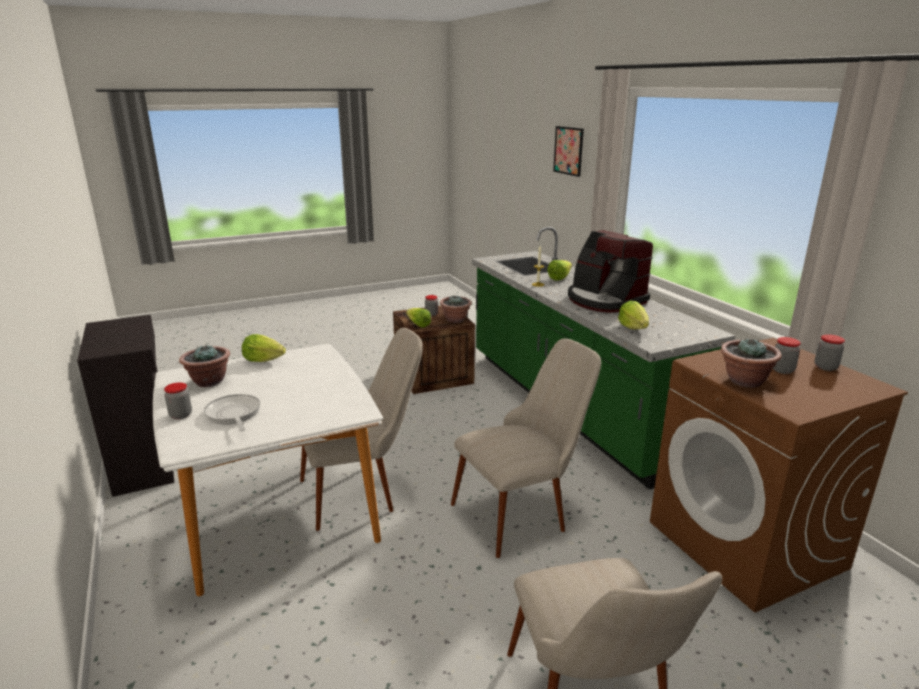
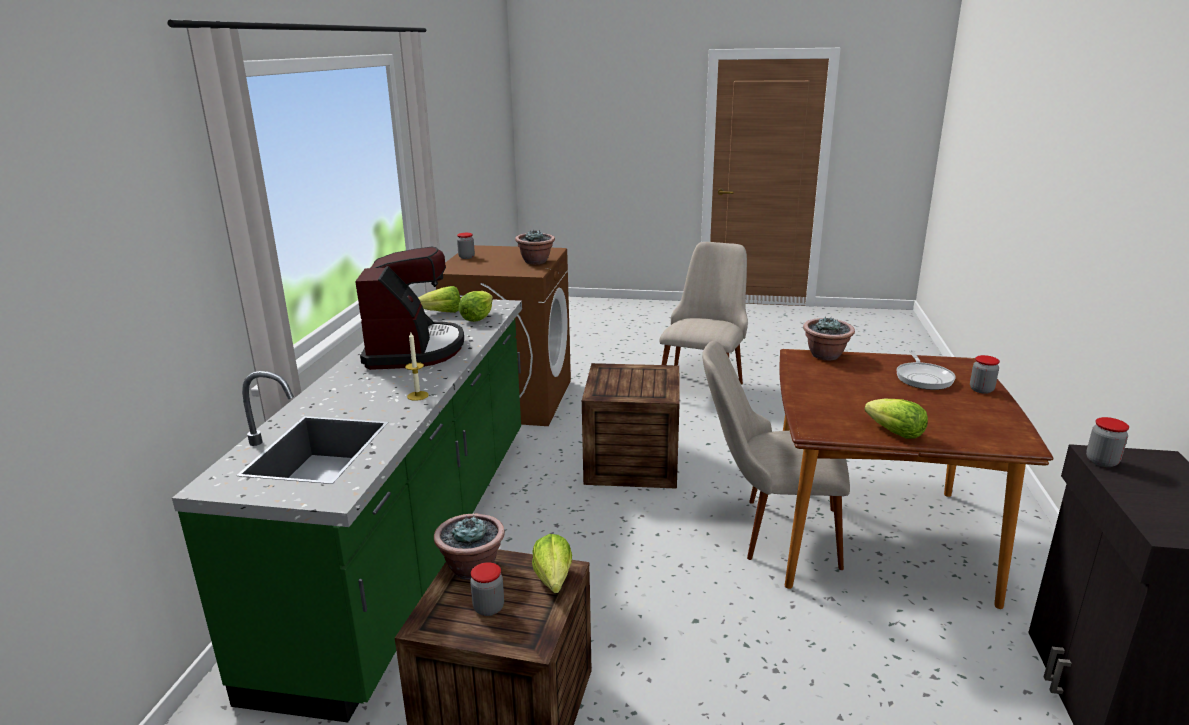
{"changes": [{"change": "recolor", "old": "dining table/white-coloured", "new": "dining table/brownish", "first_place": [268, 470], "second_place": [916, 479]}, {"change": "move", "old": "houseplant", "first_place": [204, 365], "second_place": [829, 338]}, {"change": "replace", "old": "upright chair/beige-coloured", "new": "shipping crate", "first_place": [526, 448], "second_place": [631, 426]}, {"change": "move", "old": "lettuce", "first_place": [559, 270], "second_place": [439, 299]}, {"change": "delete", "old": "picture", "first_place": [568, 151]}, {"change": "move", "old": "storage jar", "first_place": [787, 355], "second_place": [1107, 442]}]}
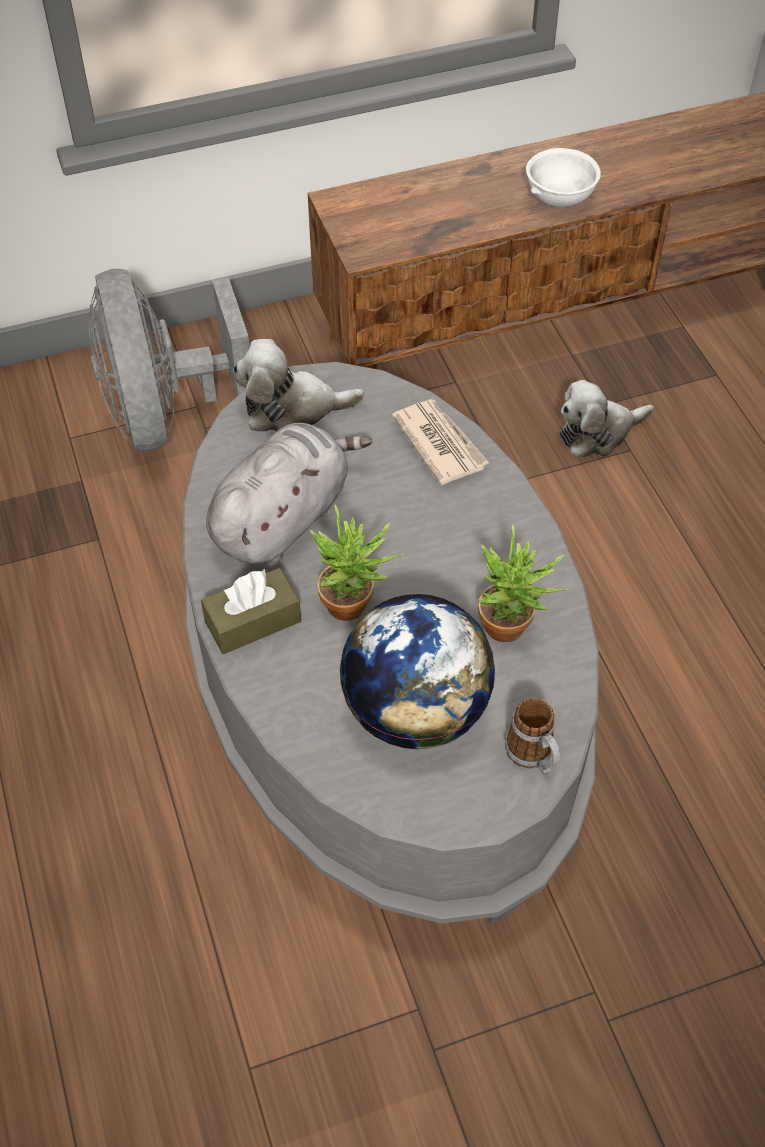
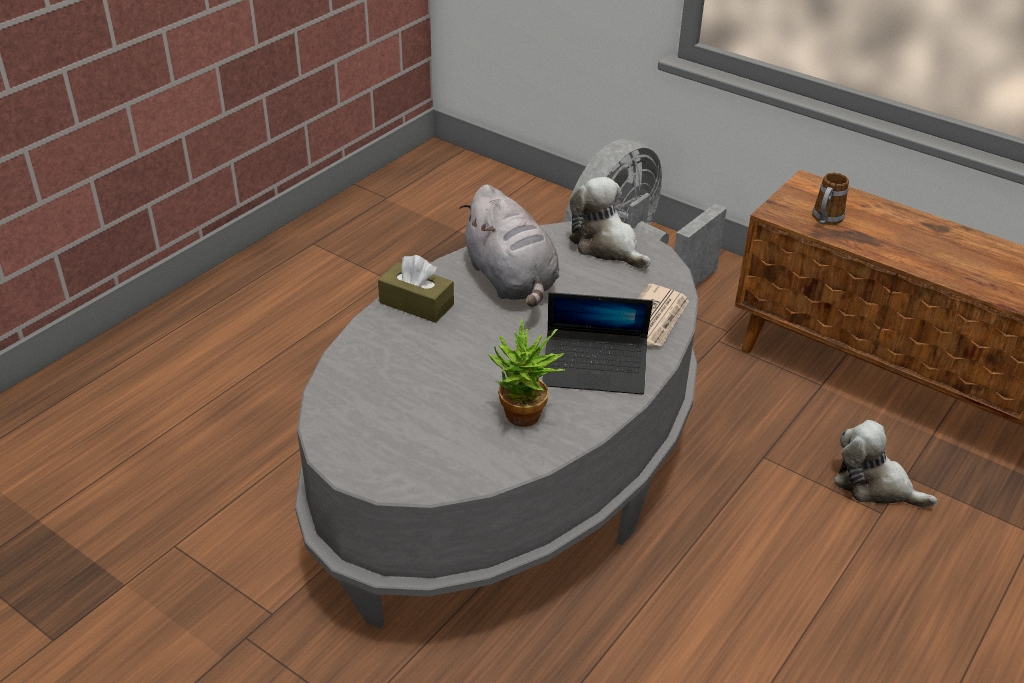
{"changes": [{"change": "rotate", "old": "soft toy/greyish", "first_place": [289, 494], "second_place": [509, 245], "degrees": 60}, {"change": "delete", "old": "houseplant", "first_place": [356, 562]}, {"change": "delete", "old": "desk globe", "first_place": [417, 671]}, {"change": "move", "old": "coffee mug", "first_place": [532, 736], "second_place": [830, 199]}, {"change": "delete", "old": "bowl/white-coloured", "first_place": [563, 177]}, {"change": "insert", "new": "portable computer", "second_place": [597, 343]}]}
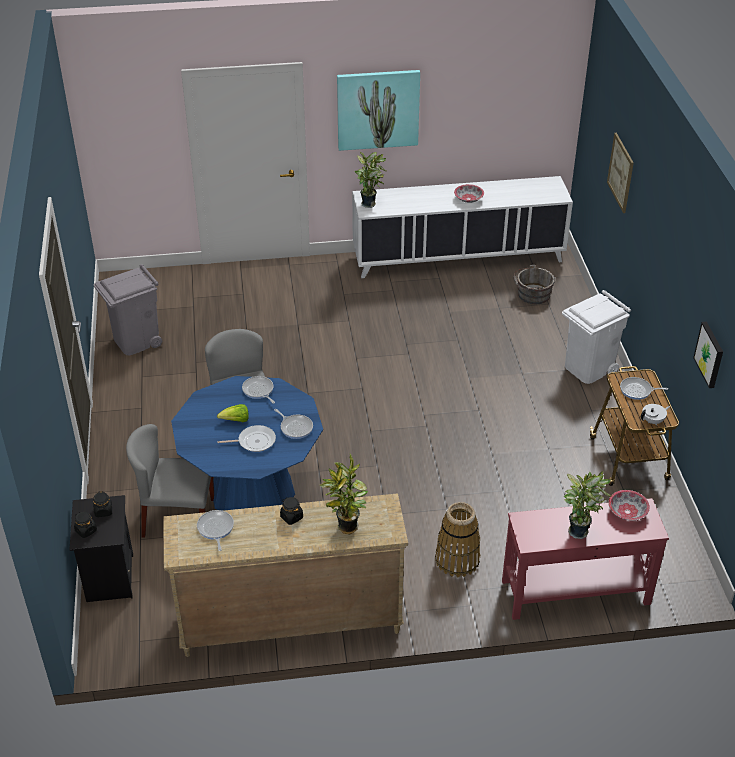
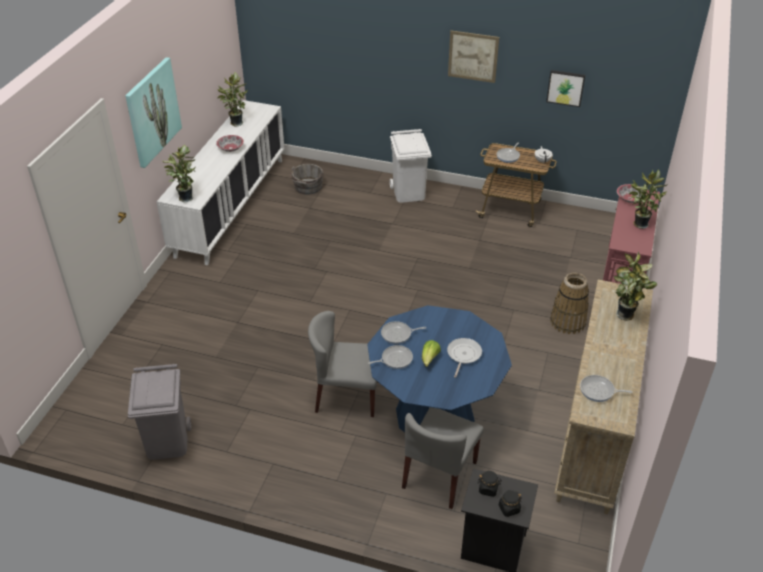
{"changes": [{"change": "move", "old": "frying pan", "first_place": [293, 424], "second_place": [390, 357]}, {"change": "delete", "old": "storage jar/black", "first_place": [291, 511]}, {"change": "move", "old": "picture", "first_place": [620, 173], "second_place": [473, 56]}, {"change": "insert", "new": "houseplant", "second_place": [232, 99]}]}
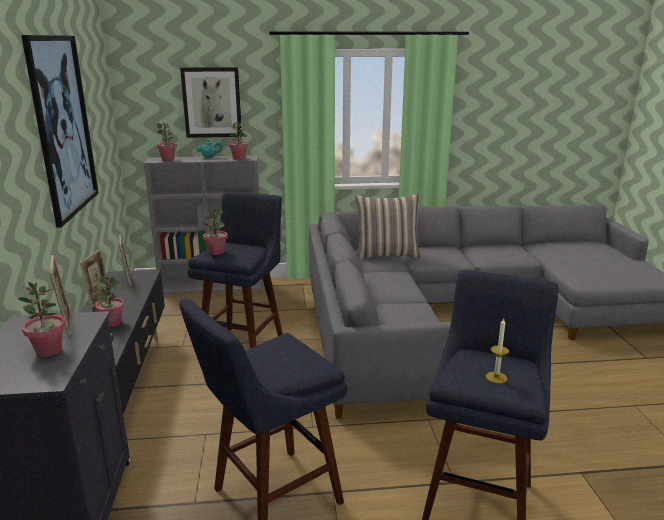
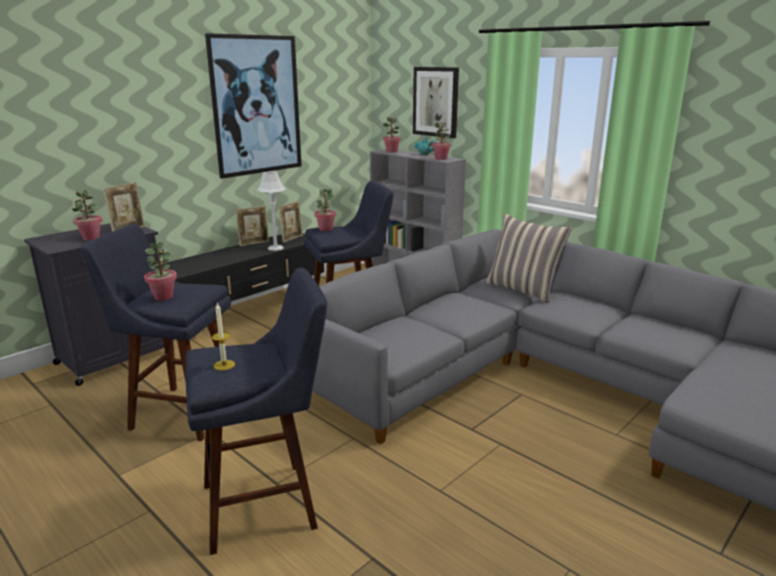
{"changes": [{"change": "move", "old": "houseplant", "first_place": [110, 300], "second_place": [160, 271]}, {"change": "insert", "new": "tabletop lamp/greyish", "second_place": [271, 211]}]}
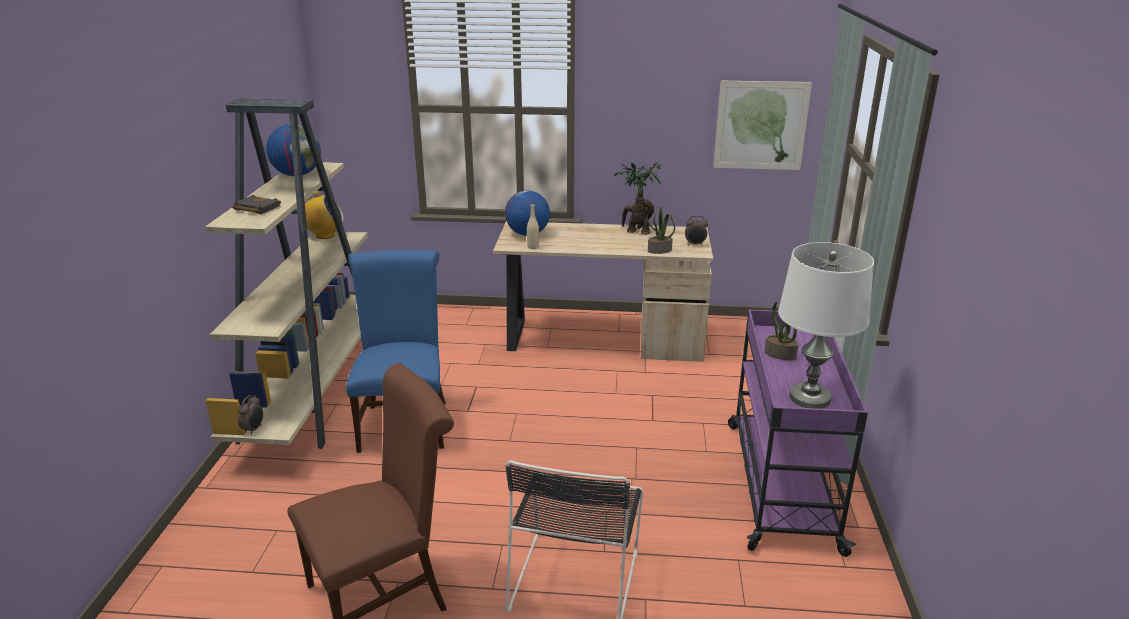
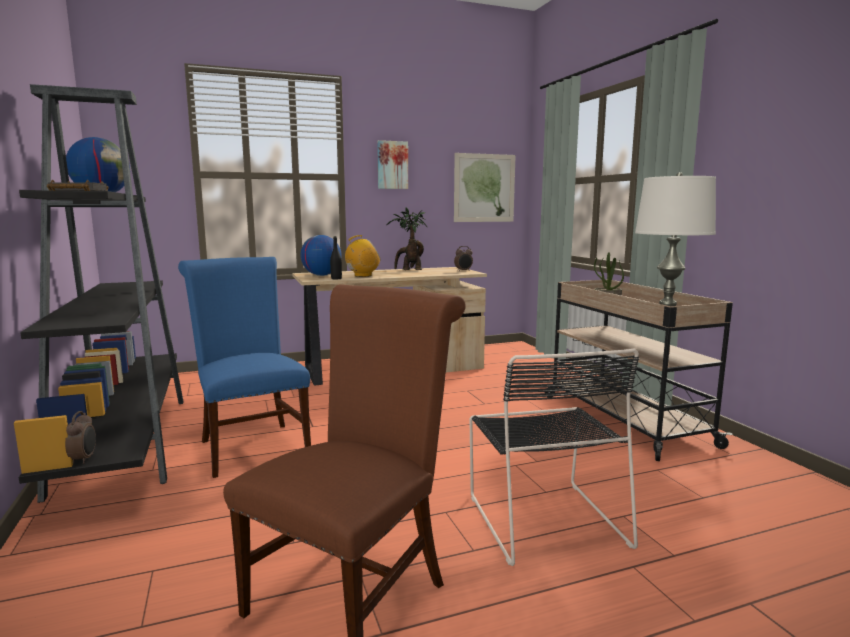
{"changes": [{"change": "recolor", "old": "shelving unit/beige-coloured", "new": "shelving unit/black", "first_place": [286, 273], "second_place": [99, 293]}, {"change": "move", "old": "radio receiver", "first_place": [324, 215], "second_place": [363, 256]}, {"change": "recolor", "old": "drink bottle/beige-coloured", "new": "drink bottle/black", "first_place": [533, 226], "second_place": [336, 257]}, {"change": "delete", "old": "houseplant", "first_place": [661, 230]}, {"change": "recolor", "old": "cart/purple-coloured", "new": "cart/beige-coloured", "first_place": [798, 433], "second_place": [638, 370]}, {"change": "insert", "new": "picture", "second_place": [392, 164]}]}
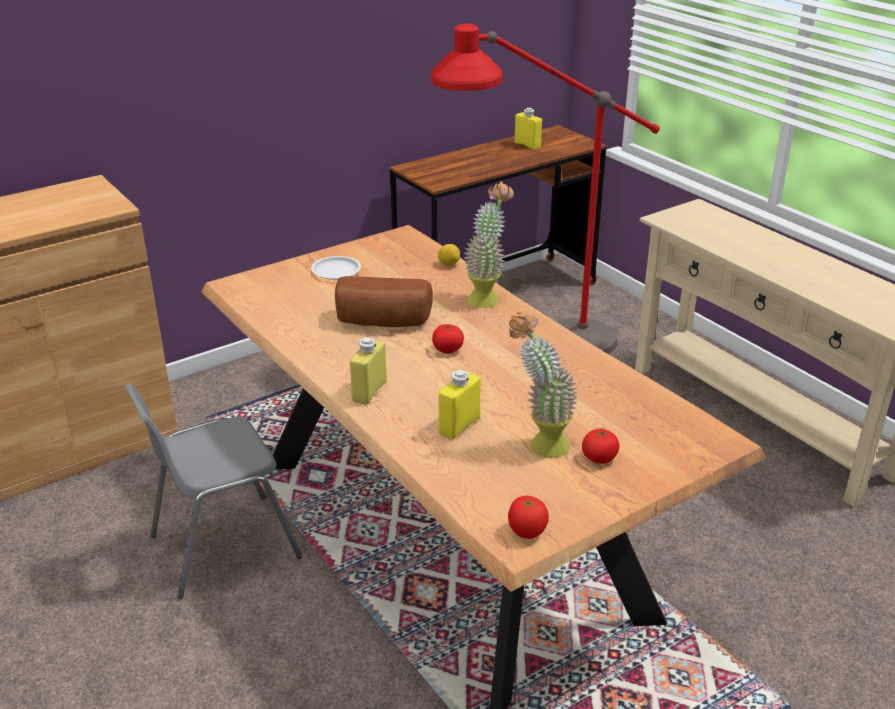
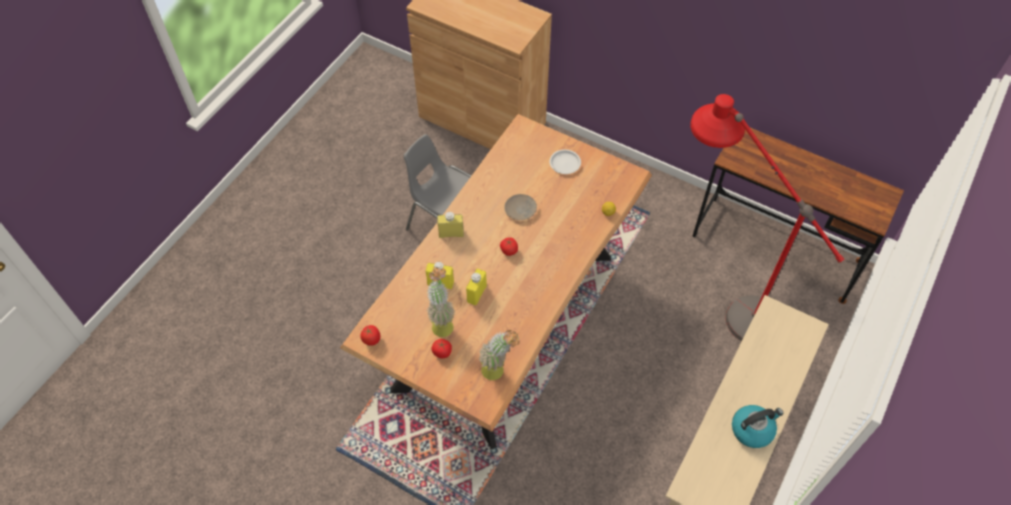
{"changes": [{"change": "replace", "old": "bread", "new": "flat dish/beige-coloured", "first_place": [384, 301], "second_place": [520, 207]}, {"change": "move", "old": "houseplant", "first_place": [488, 244], "second_place": [499, 355]}, {"change": "move", "old": "drink bottle/yellow", "first_place": [528, 129], "second_place": [476, 287]}, {"change": "insert", "new": "kettle", "second_place": [757, 426]}]}
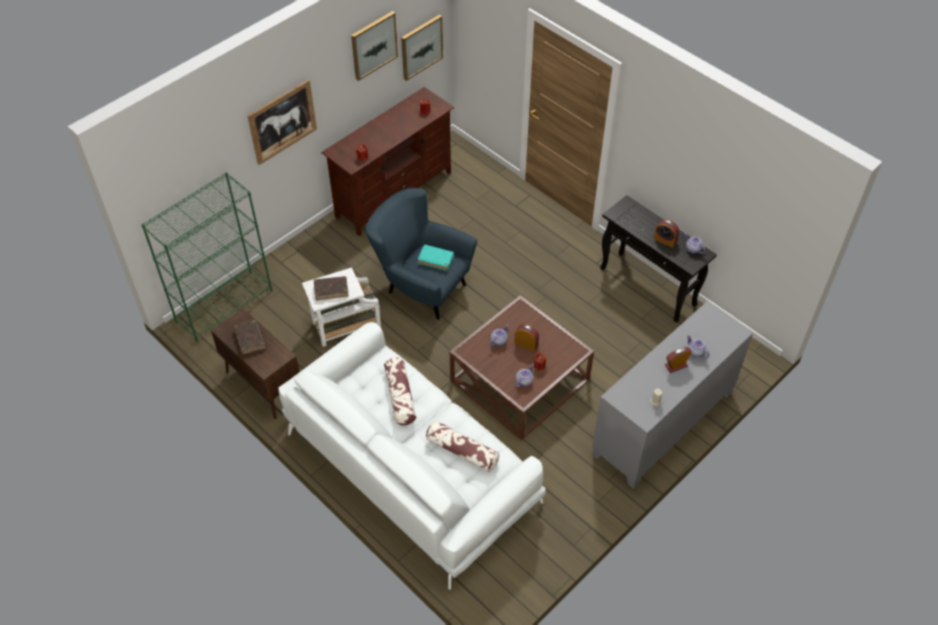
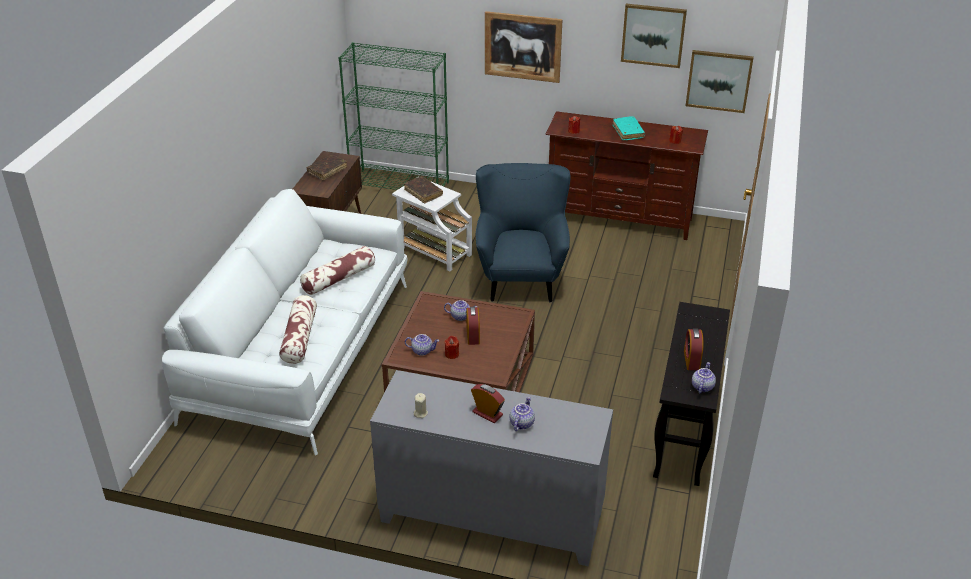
{"changes": [{"change": "move", "old": "book/turquoise", "first_place": [436, 258], "second_place": [629, 129]}]}
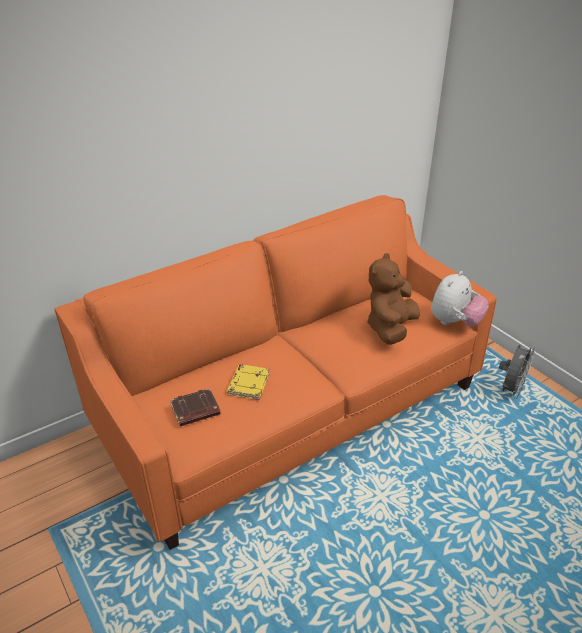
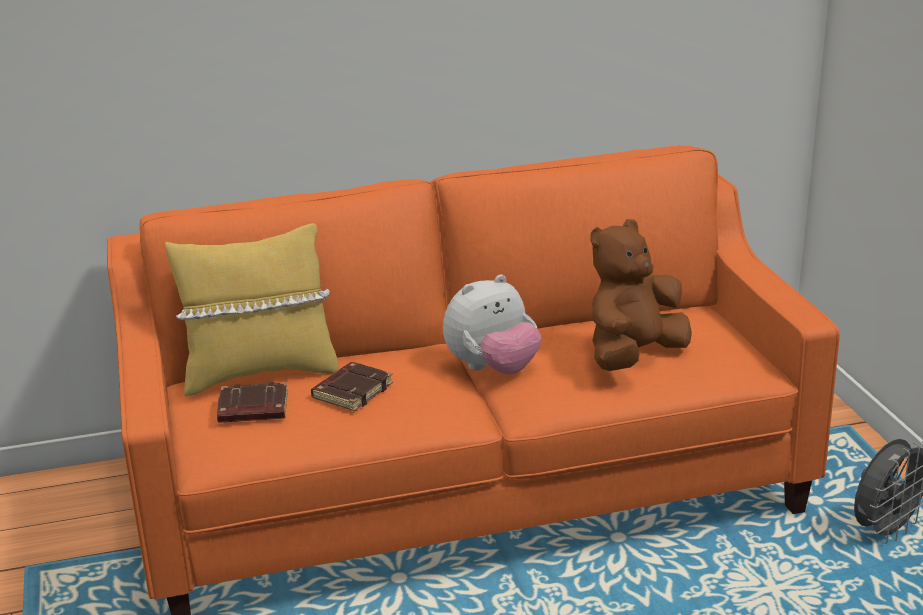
{"changes": [{"change": "recolor", "old": "book/yellow", "new": "book/brownish", "first_place": [248, 382], "second_place": [352, 386]}, {"change": "move", "old": "soft toy", "first_place": [460, 299], "second_place": [492, 324]}, {"change": "insert", "new": "throw pillow/yellow", "second_place": [252, 310]}]}
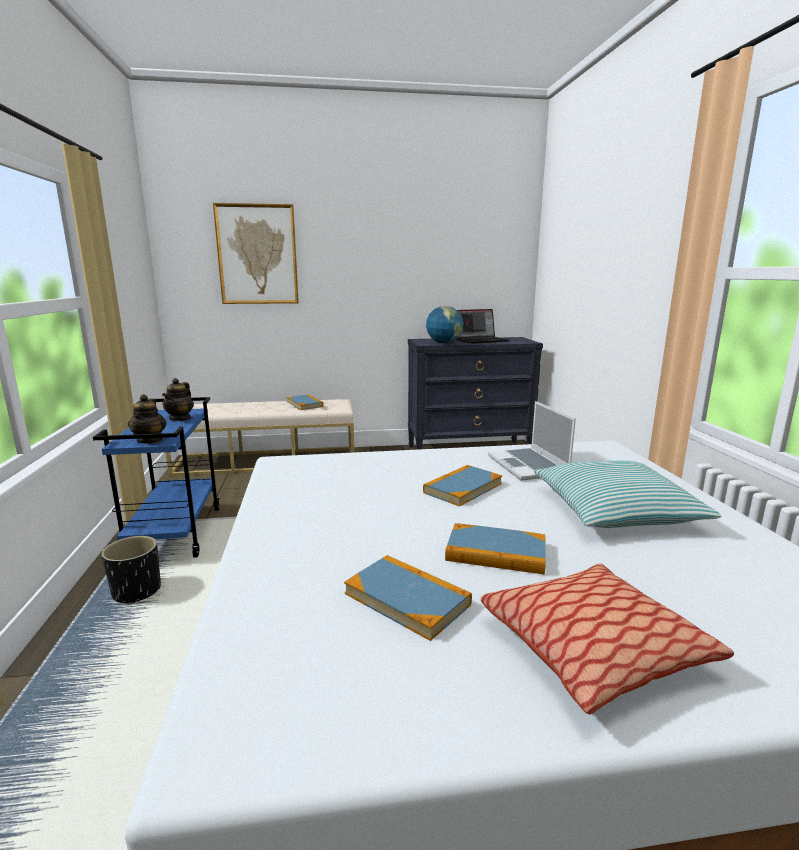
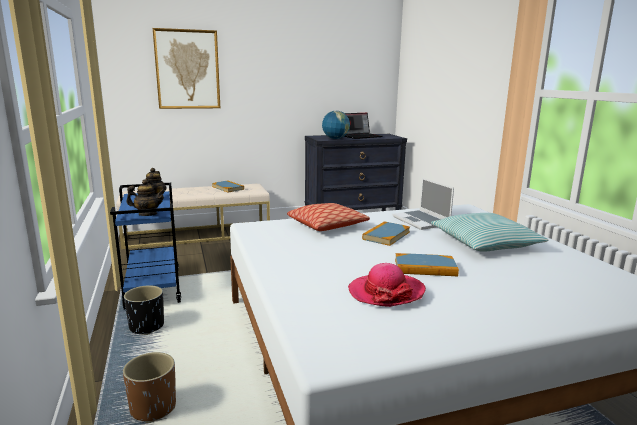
{"changes": [{"change": "rotate", "old": "pot for tea", "first_place": [147, 419], "second_place": [145, 197], "degrees": -75}, {"change": "replace", "old": "book", "new": "hat", "first_place": [408, 598], "second_place": [387, 285]}, {"change": "move", "old": "throw pillow", "first_place": [607, 638], "second_place": [328, 217]}, {"change": "insert", "new": "planter/brownish", "second_place": [149, 387]}]}
